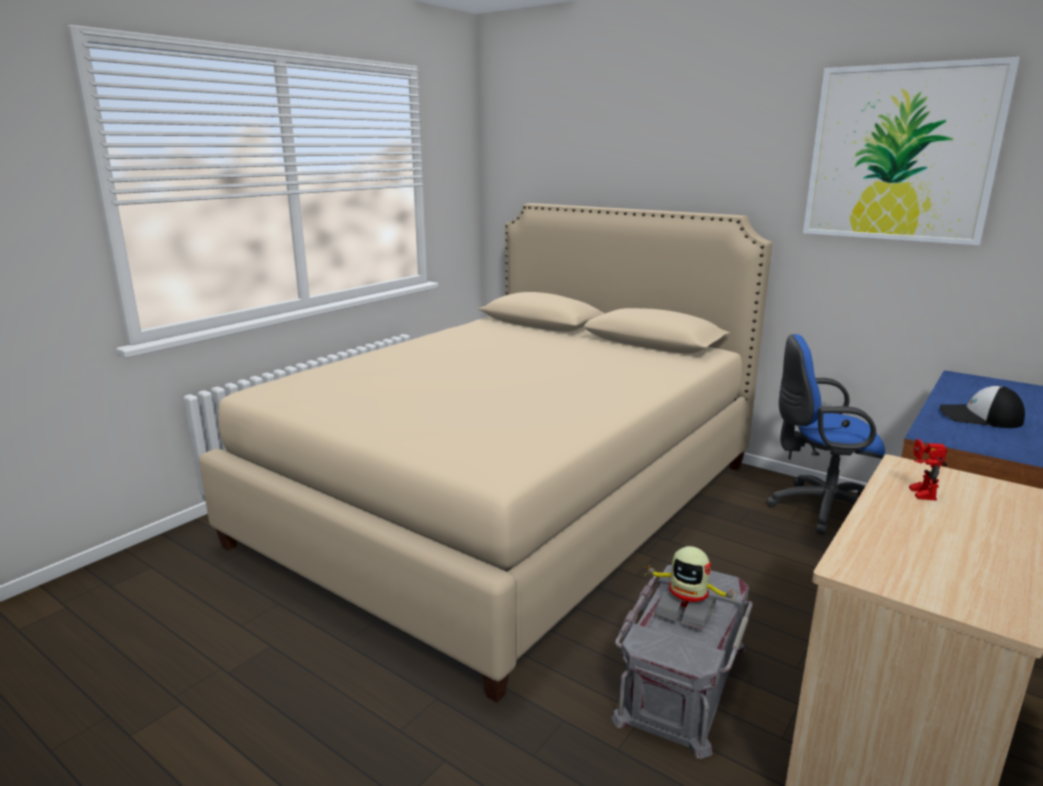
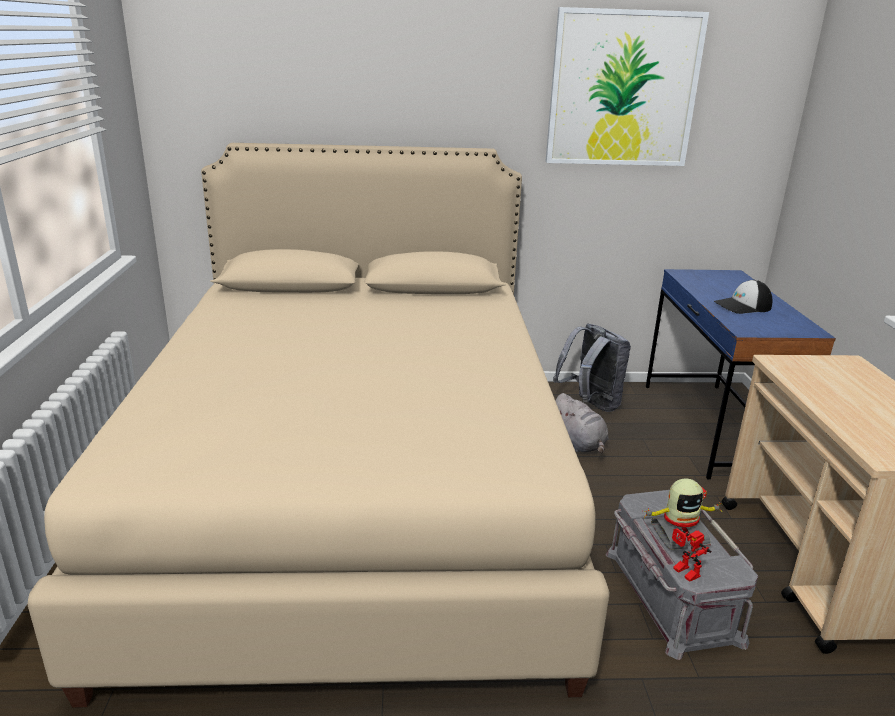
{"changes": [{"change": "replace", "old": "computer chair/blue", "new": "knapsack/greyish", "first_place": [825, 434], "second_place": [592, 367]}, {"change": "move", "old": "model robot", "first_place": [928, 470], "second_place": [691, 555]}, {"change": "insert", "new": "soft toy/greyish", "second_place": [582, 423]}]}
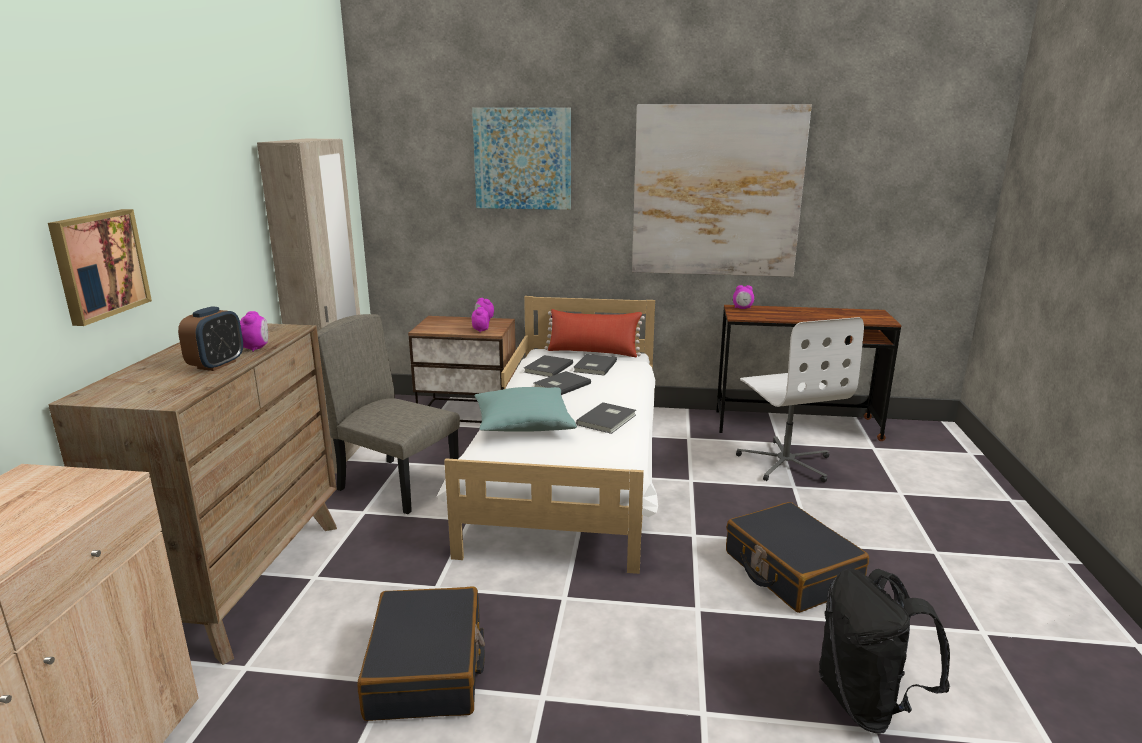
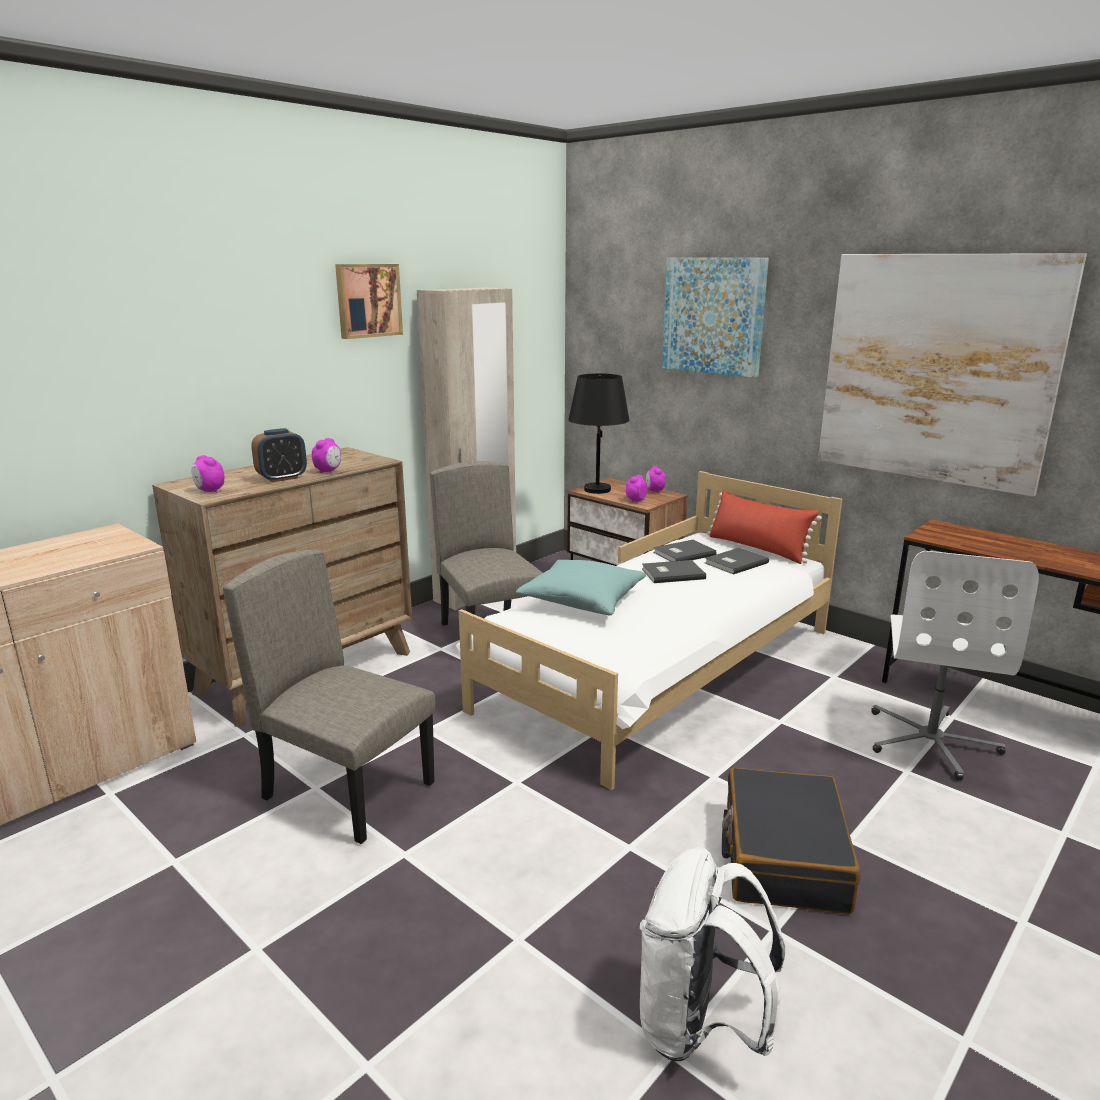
{"changes": [{"change": "move", "old": "picture", "first_place": [100, 267], "second_place": [369, 301]}, {"change": "replace", "old": "suitcase/black", "new": "upright chair/beige-coloured", "first_place": [421, 653], "second_place": [329, 697]}, {"change": "delete", "old": "book/greyish", "first_place": [606, 418]}, {"change": "move", "old": "bedside clock", "first_place": [743, 297], "second_place": [207, 474]}, {"change": "recolor", "old": "knapsack/black", "new": "knapsack/white-coloured", "first_place": [884, 651], "second_place": [712, 954]}, {"change": "insert", "new": "tabletop lamp/black", "second_place": [599, 433]}]}
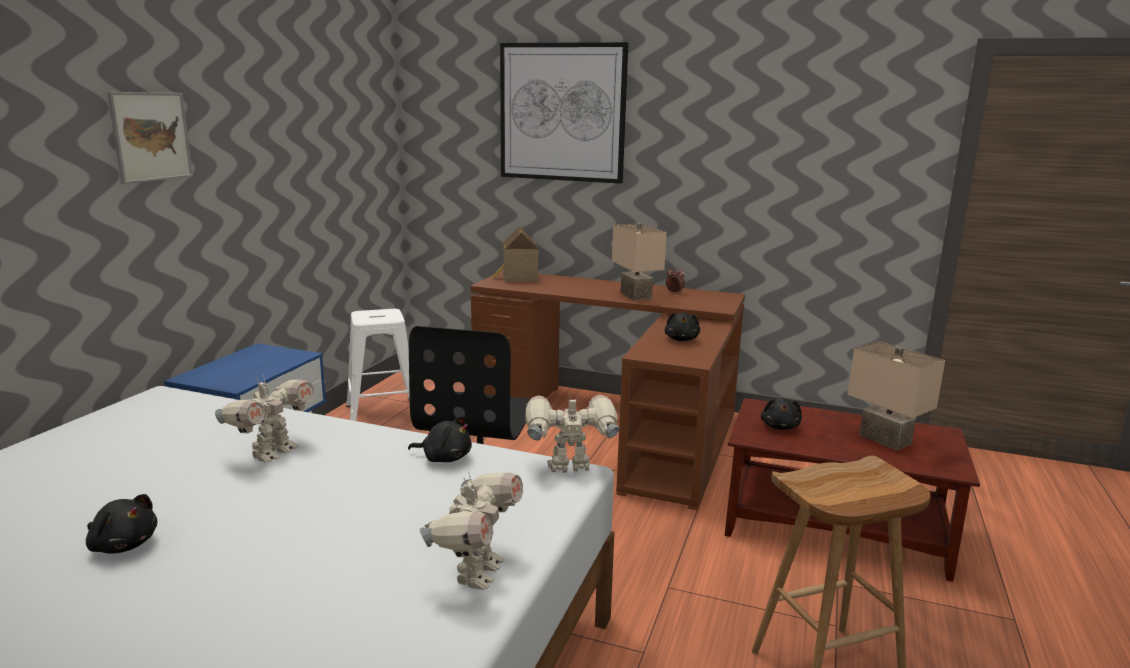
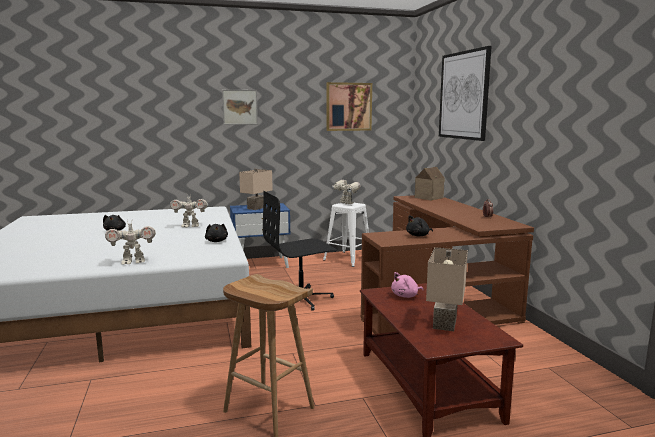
{"changes": [{"change": "move", "old": "model robot", "first_place": [572, 433], "second_place": [346, 192]}, {"change": "move", "old": "tabletop lamp/beige-coloured", "first_place": [639, 262], "second_place": [256, 189]}, {"change": "recolor", "old": "soft toy/black", "new": "soft toy/pinkish", "first_place": [781, 414], "second_place": [407, 285]}, {"change": "insert", "new": "picture", "second_place": [349, 106]}]}
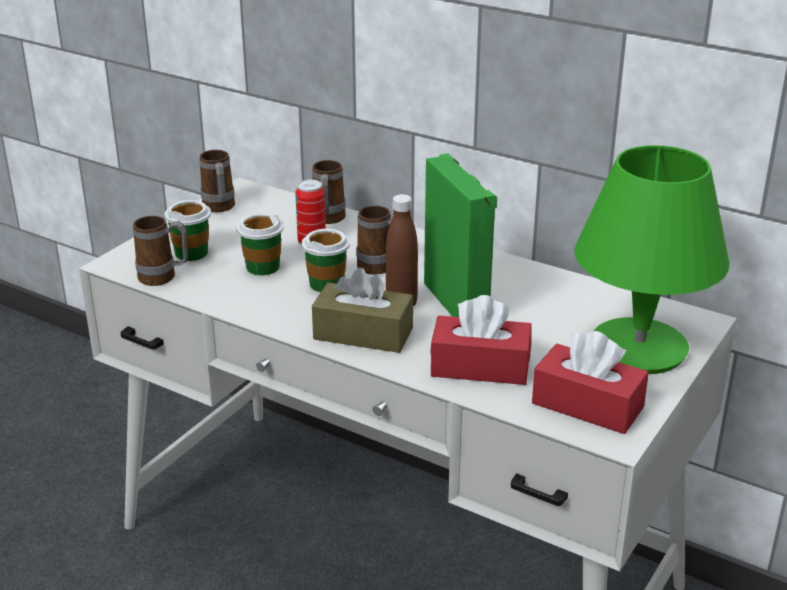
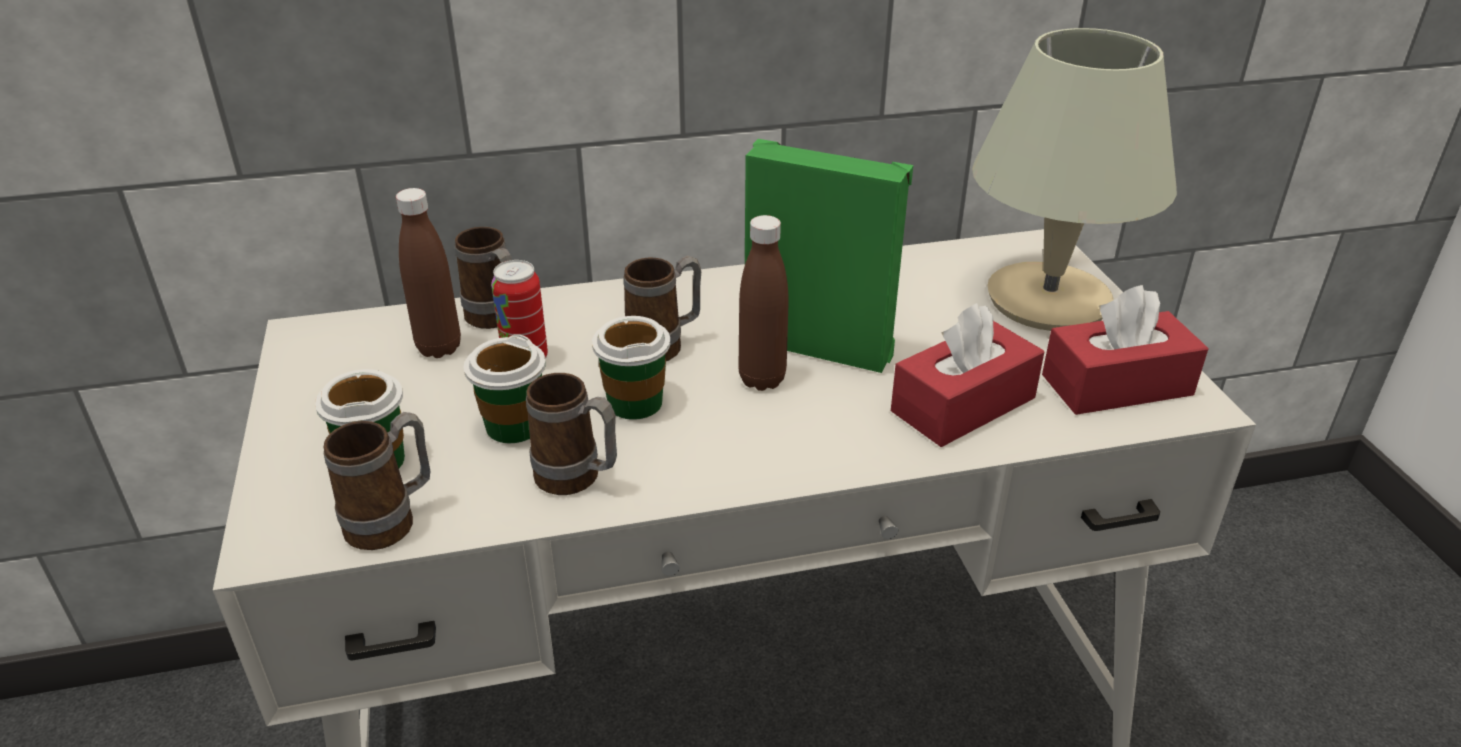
{"changes": [{"change": "move", "old": "coffee mug", "first_place": [217, 181], "second_place": [571, 434]}, {"change": "delete", "old": "box of tissues/brownish", "first_place": [362, 310]}, {"change": "recolor", "old": "tabletop lamp/green", "new": "tabletop lamp/beige-coloured", "first_place": [652, 259], "second_place": [1074, 179]}, {"change": "insert", "new": "drink bottle/brownish", "second_place": [428, 273]}]}
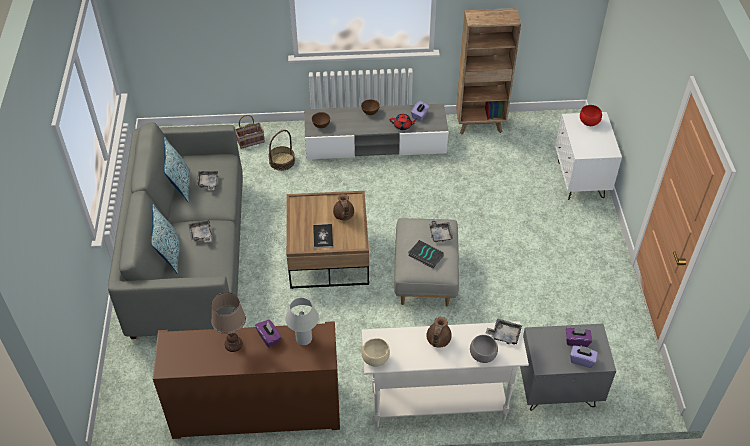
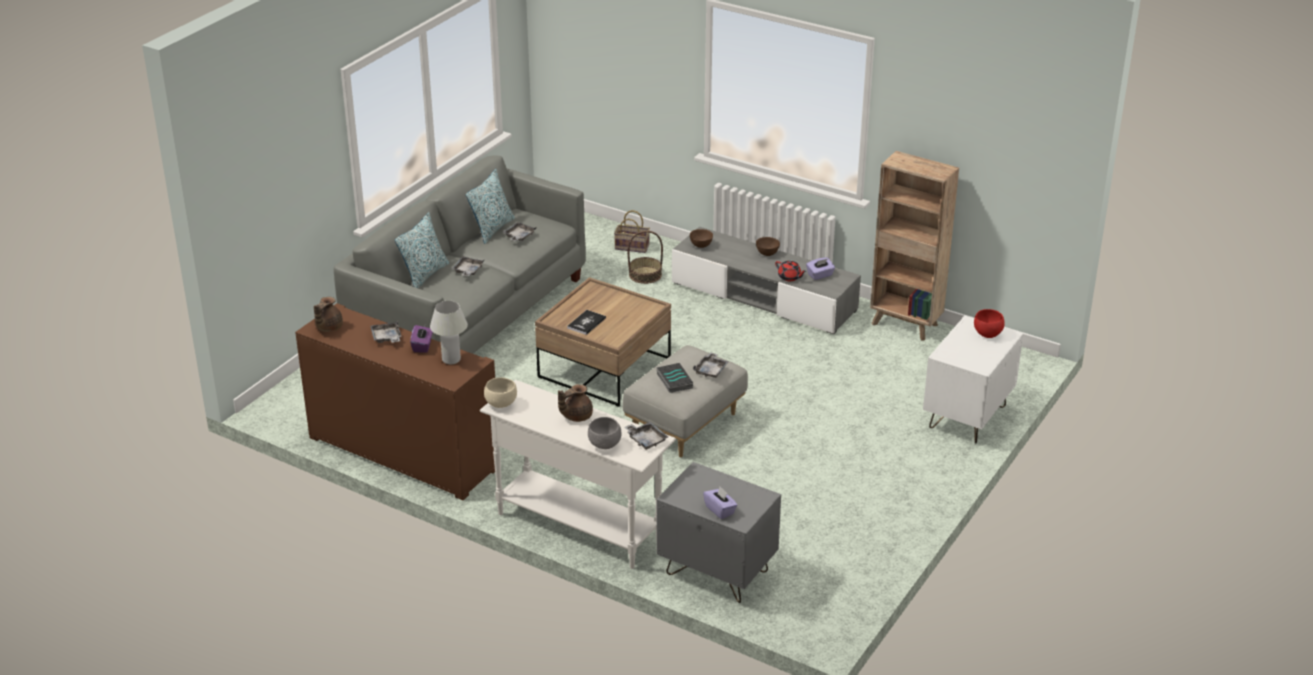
{"changes": [{"change": "replace", "old": "tabletop lamp/brownish", "new": "tray/greyish", "first_place": [228, 322], "second_place": [386, 332]}, {"change": "move", "old": "pot for tea/brownish", "first_place": [343, 207], "second_place": [328, 314]}, {"change": "delete", "old": "box of tissues/purple-coloured", "first_place": [579, 337]}]}
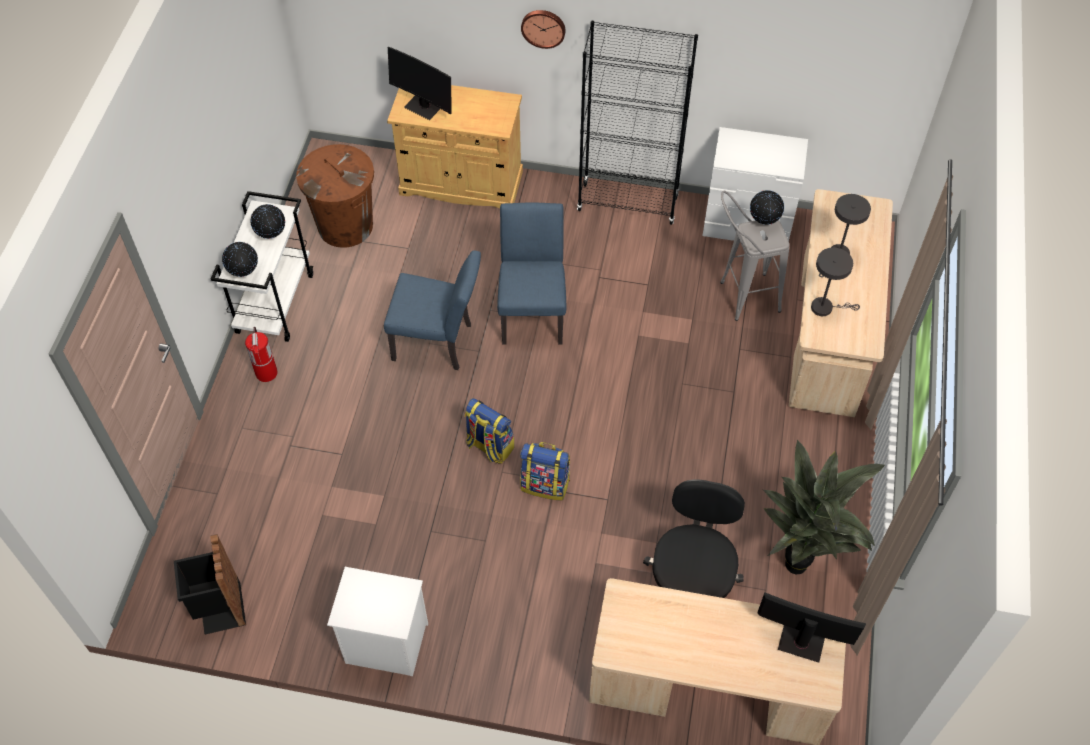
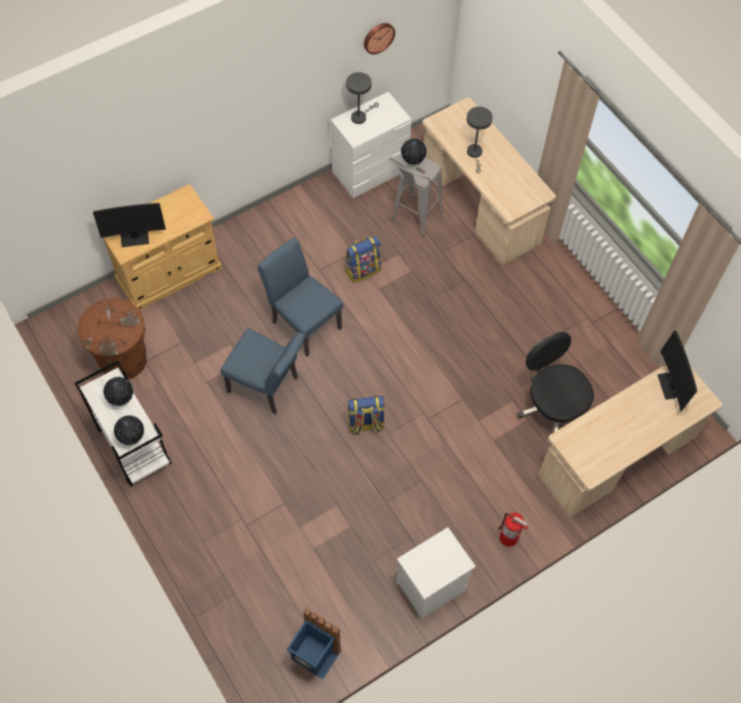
{"changes": [{"change": "recolor", "old": "waste bin/black", "new": "waste bin/blue", "first_place": [210, 584], "second_place": [314, 643]}, {"change": "move", "old": "extinguisher", "first_place": [261, 354], "second_place": [513, 530]}, {"change": "rotate", "old": "upright chair/blue", "first_place": [432, 310], "second_place": [263, 371], "degrees": 60}, {"change": "move", "old": "knapsack", "first_place": [545, 471], "second_place": [363, 259]}, {"change": "move", "old": "clock on the wall", "first_place": [543, 29], "second_place": [379, 38]}, {"change": "delete", "old": "shelving unit/black", "first_place": [637, 123]}, {"change": "rotate", "old": "monitor", "first_place": [811, 627], "second_place": [677, 371], "degrees": -75}, {"change": "delete", "old": "houseplant", "first_place": [824, 507]}, {"change": "move", "old": "tabletop lamp/greyish", "first_place": [835, 282], "second_place": [362, 98]}]}
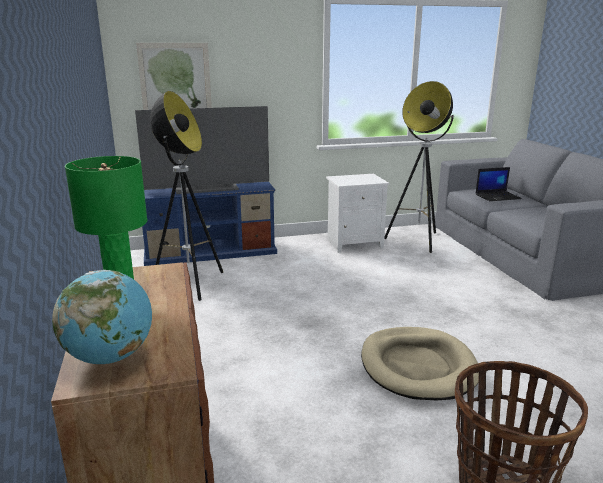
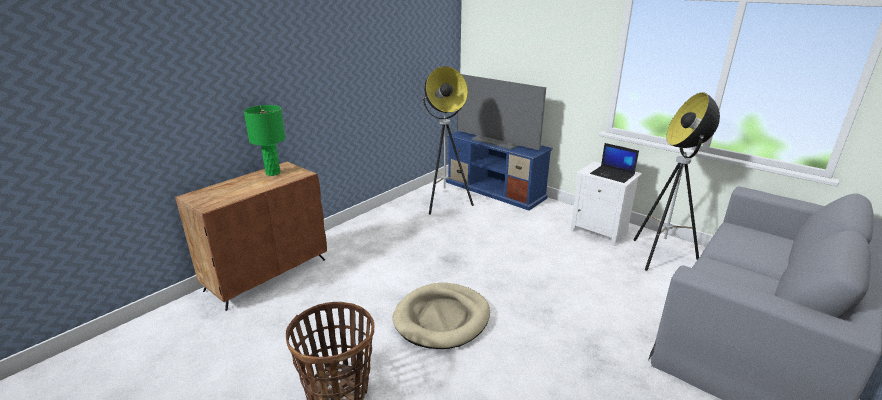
{"changes": [{"change": "delete", "old": "desk globe", "first_place": [102, 317]}, {"change": "delete", "old": "picture", "first_place": [174, 76]}, {"change": "move", "old": "portable computer", "first_place": [499, 184], "second_place": [614, 163]}]}
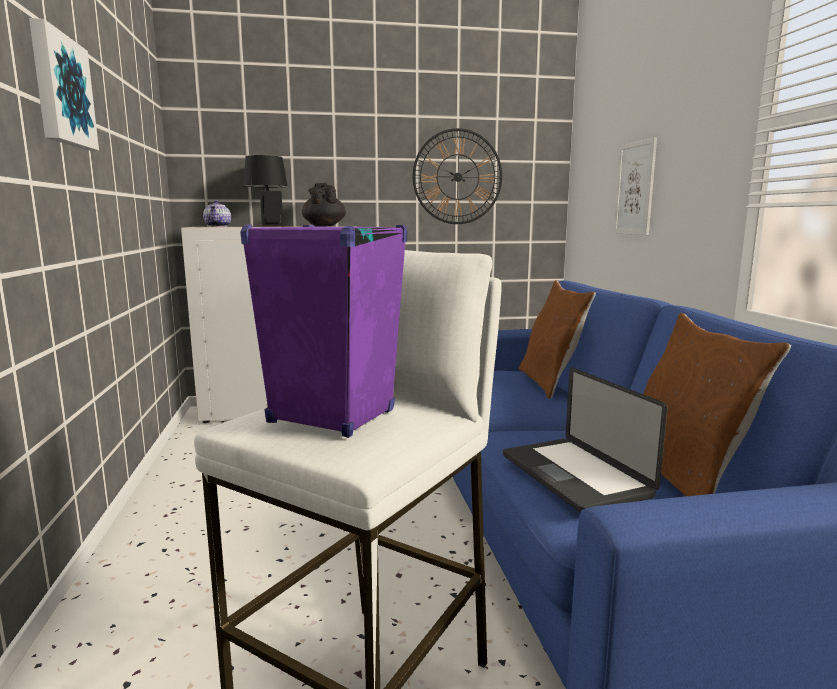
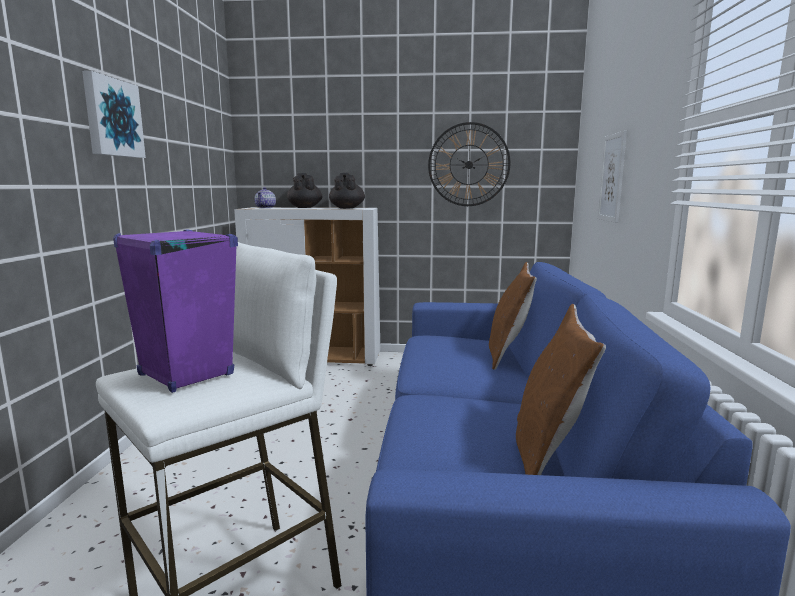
{"changes": [{"change": "replace", "old": "tabletop lamp/black", "new": "pot for tea/black", "first_place": [267, 191], "second_place": [304, 190]}, {"change": "delete", "old": "portable computer", "first_place": [585, 440]}]}
